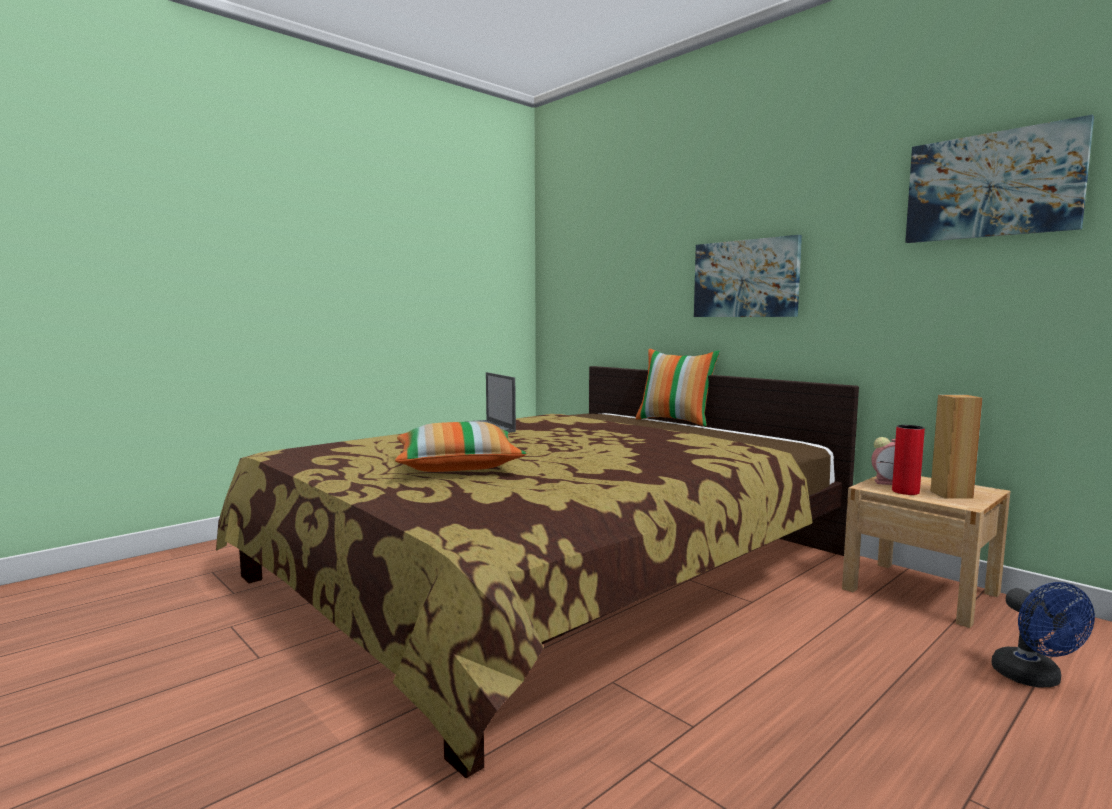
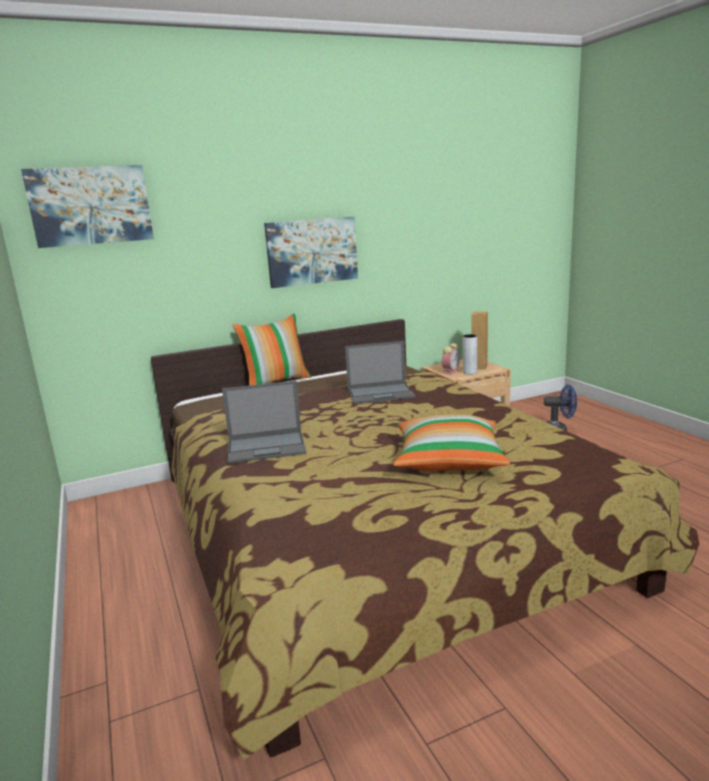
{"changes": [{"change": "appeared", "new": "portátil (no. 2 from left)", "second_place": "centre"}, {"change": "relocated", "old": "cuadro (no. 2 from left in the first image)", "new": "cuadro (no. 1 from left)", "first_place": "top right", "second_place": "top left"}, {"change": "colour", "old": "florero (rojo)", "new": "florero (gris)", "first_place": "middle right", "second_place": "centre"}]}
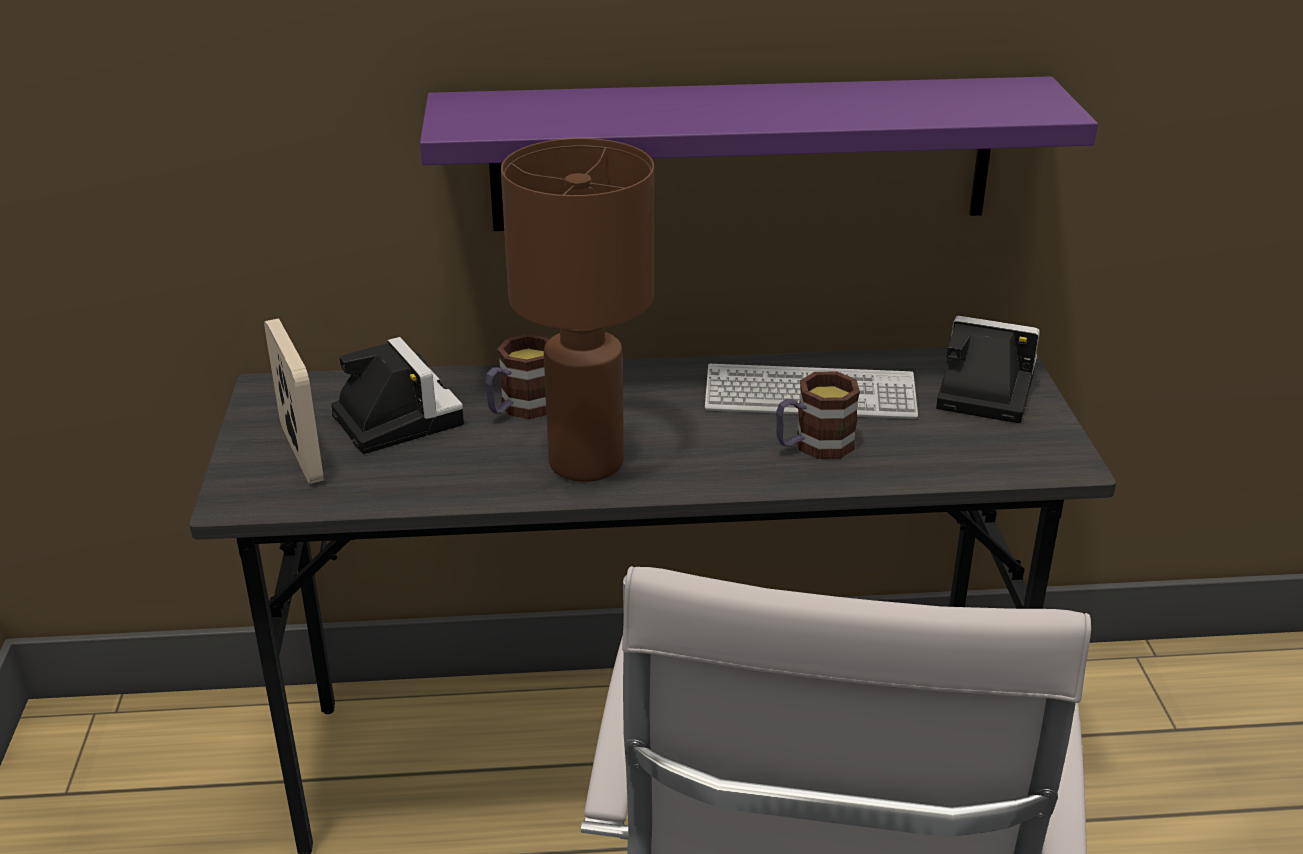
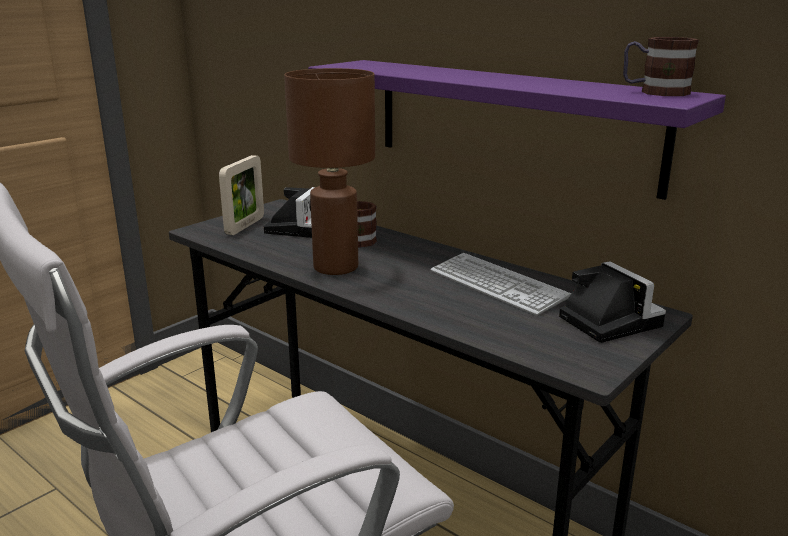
{"changes": [{"change": "relocated", "old": "taza grande (no. 2 from left)", "first_place": "centre", "second_place": "top right"}]}
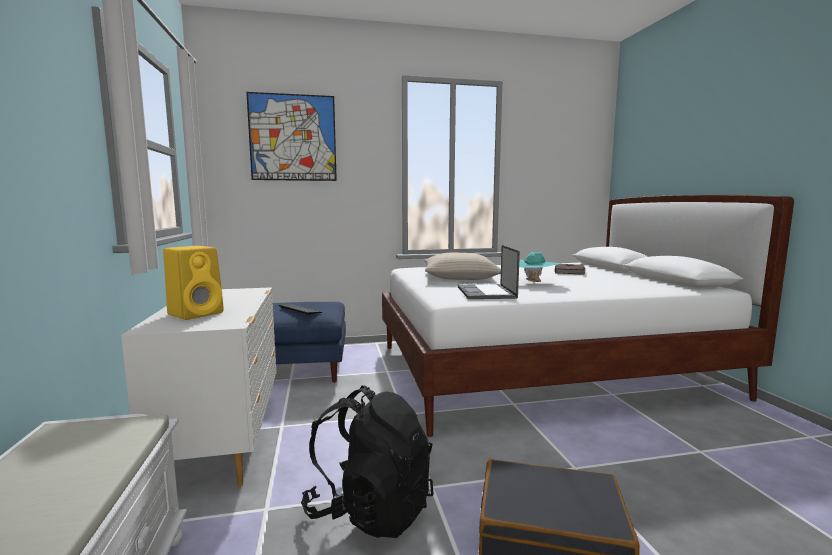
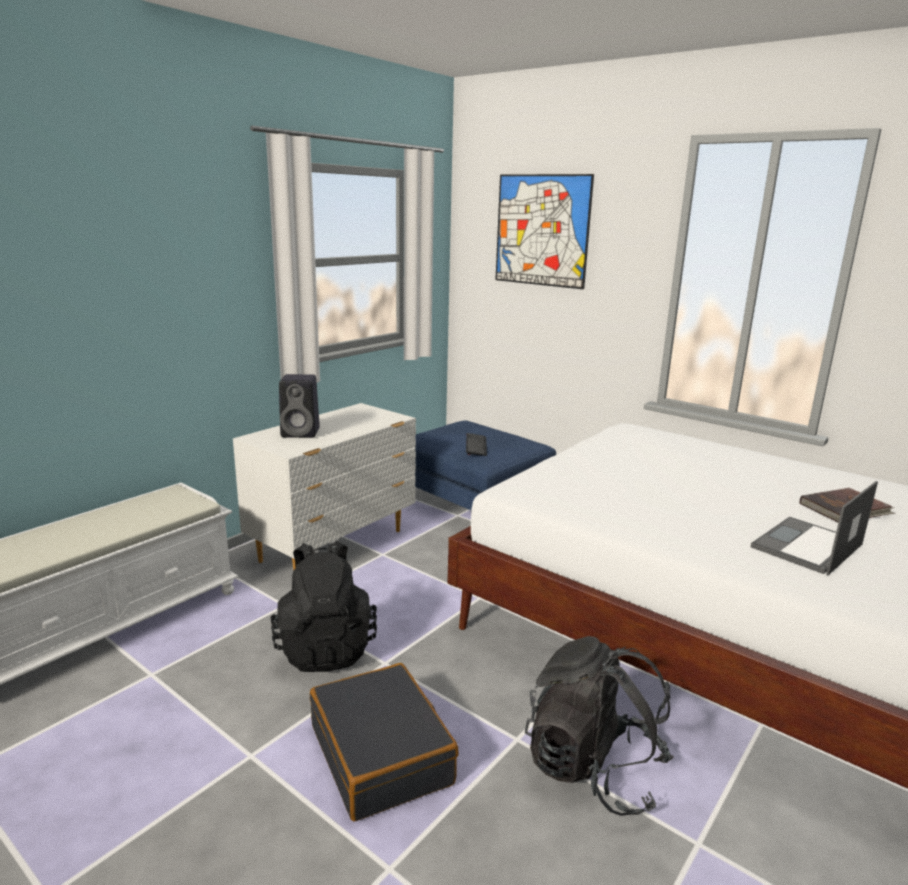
{"changes": [{"change": "missing", "old": "cojín (beis)", "first_place": "centre"}, {"change": "missing", "old": "sombrero (turquesa)", "first_place": "centre"}, {"change": "appeared", "new": "mochila (negro) (no. 2 from left)", "second_place": "bottom centre"}, {"change": "relocated", "old": "portátil", "first_place": "centre", "second_place": "middle right"}, {"change": "colour", "old": "altavoz (amarillo)", "new": "altavoz (negro)", "first_place": "middle left", "second_place": "middle left"}]}
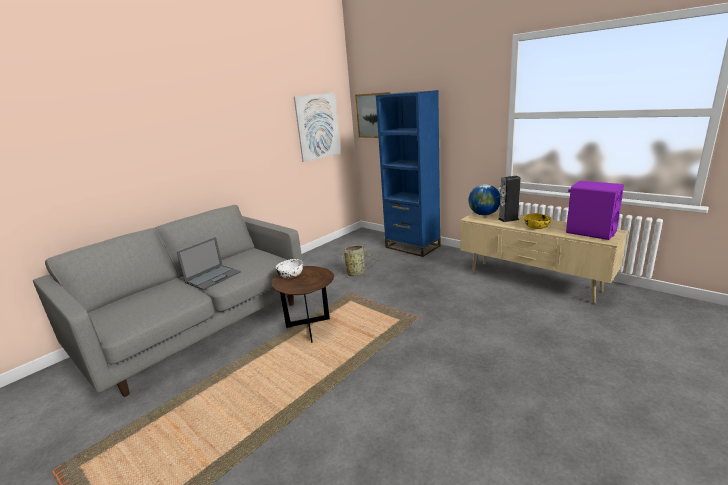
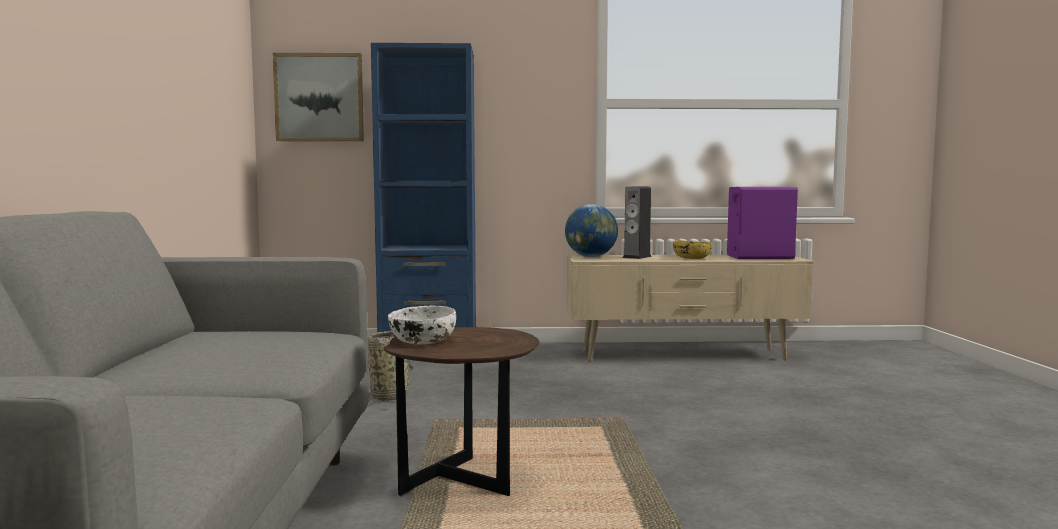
{"changes": [{"change": "missing", "old": "portátil", "first_place": "middle left"}, {"change": "missing", "old": "cuadro (no. 1 from left)", "first_place": "top centre"}]}
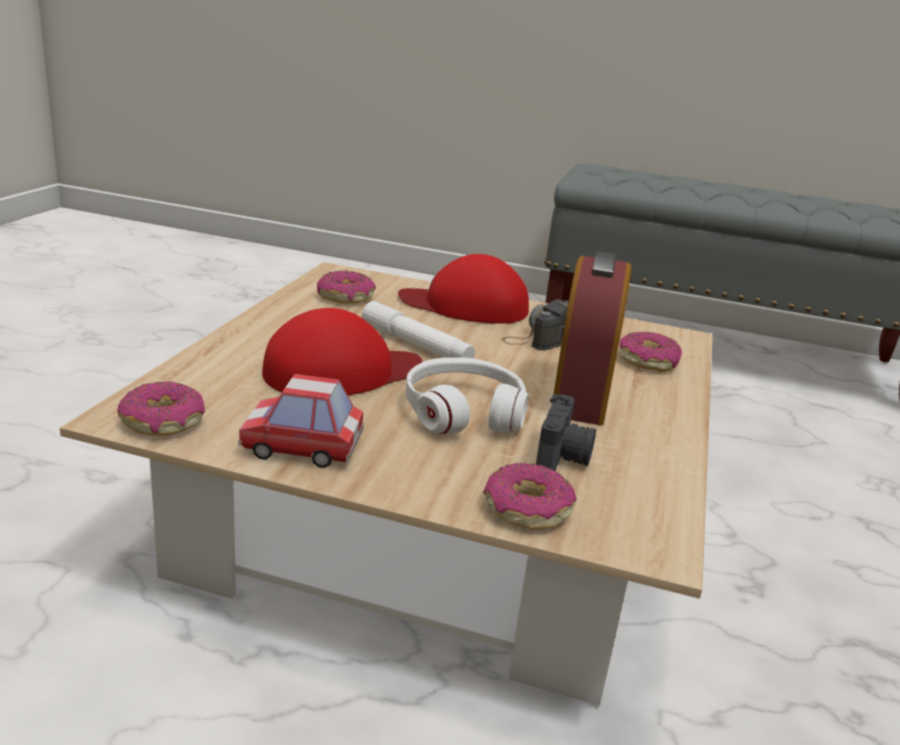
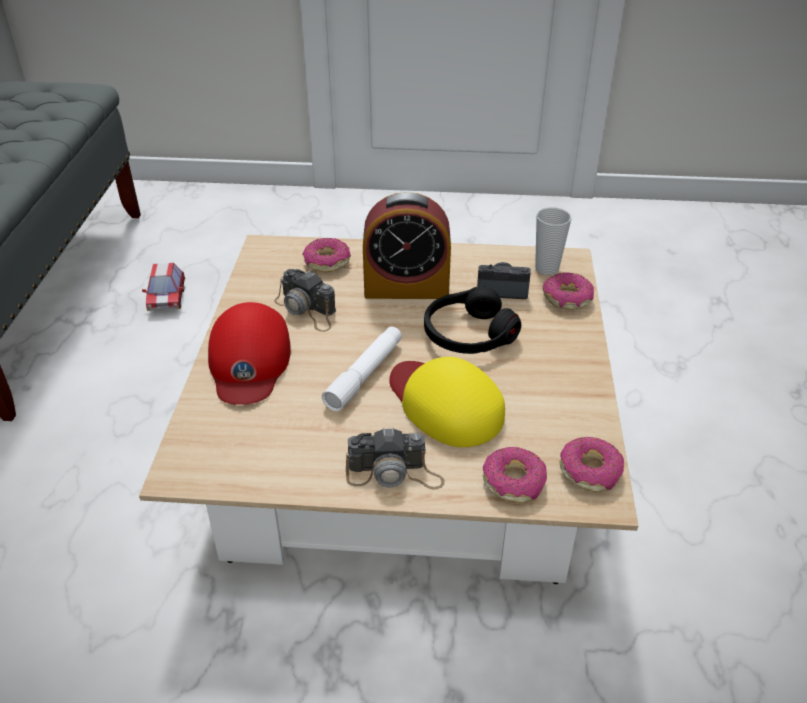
{"changes": [{"change": "appeared", "new": "cámara (no. 2 from left)", "second_place": "centre"}, {"change": "appeared", "new": "taza", "second_place": "middle right"}, {"change": "relocated", "old": "coche de juguete", "first_place": "centre", "second_place": "middle left"}, {"change": "relocated", "old": "rosquilla (no. 2 from left)", "first_place": "centre", "second_place": "bottom centre"}, {"change": "colour", "old": "gorra (rojo) (no. 1 from left)", "new": "gorra (amarillo)", "first_place": "centre", "second_place": "centre"}, {"change": "colour", "old": "auriculares (blanco)", "new": "auriculares (negro)", "first_place": "centre", "second_place": "centre"}]}
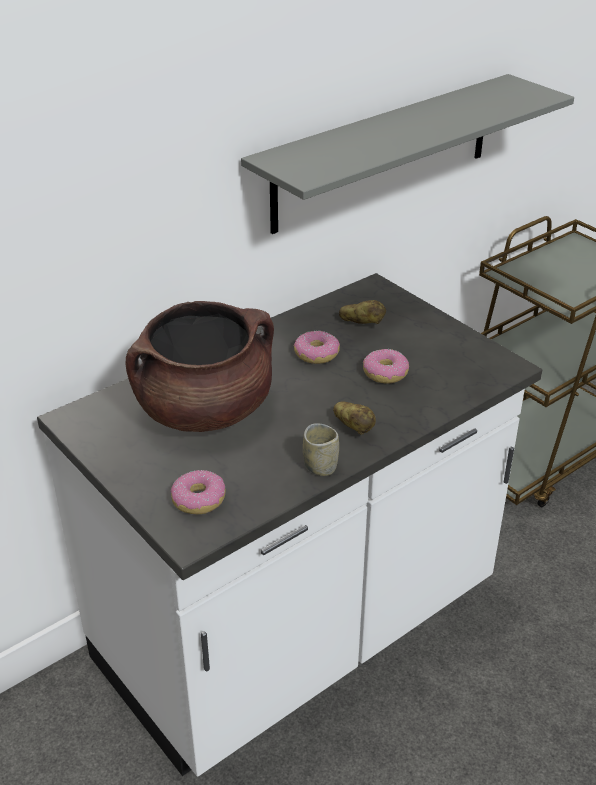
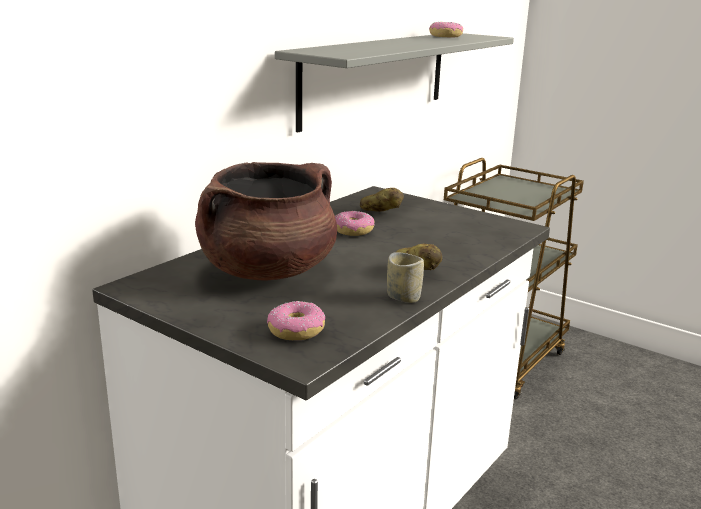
{"changes": [{"change": "relocated", "old": "rosquilla (no. 3 from left)", "first_place": "centre", "second_place": "top centre"}]}
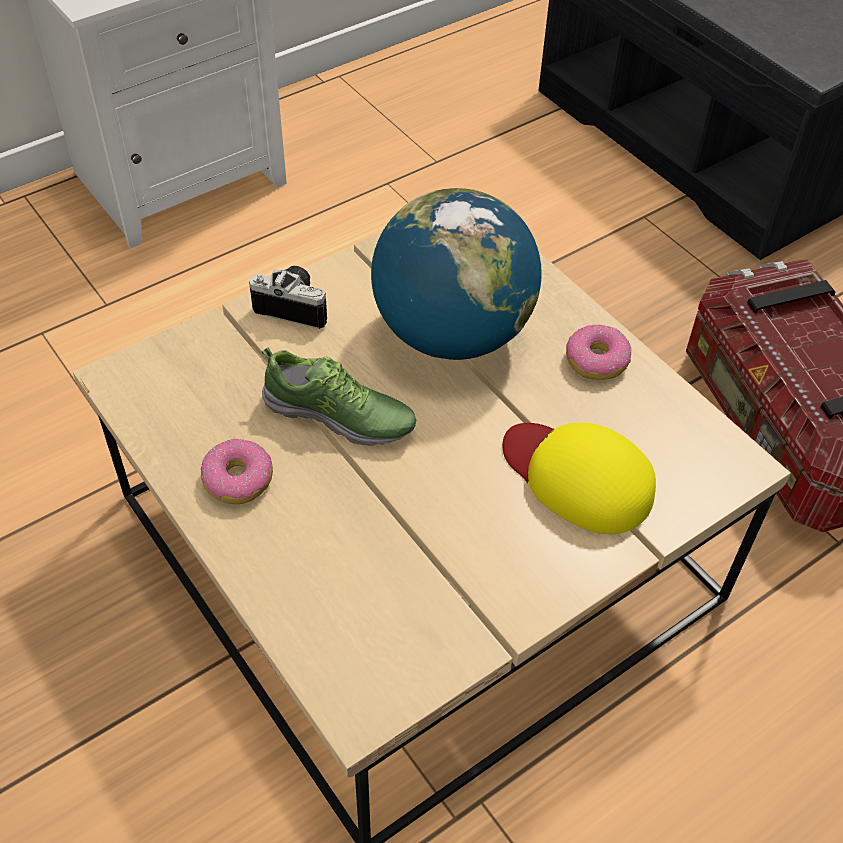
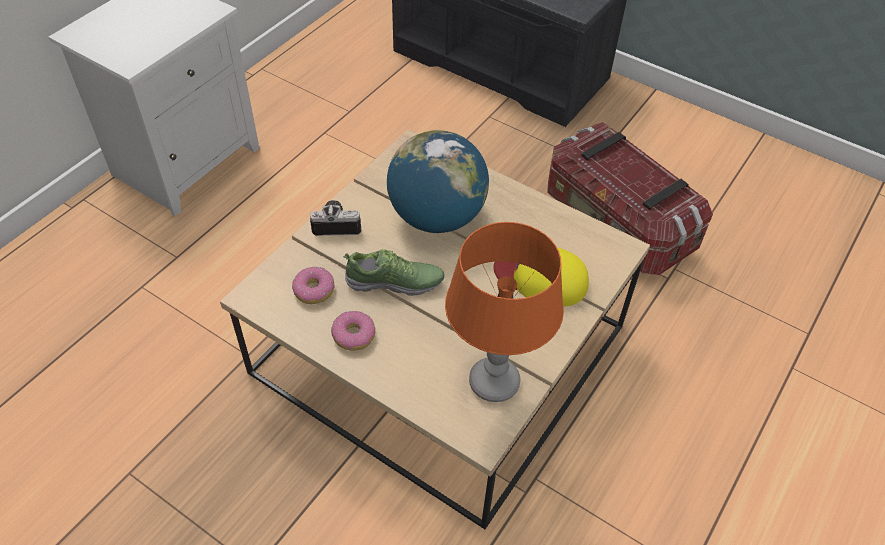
{"changes": [{"change": "appeared", "new": "lámpara de mesa (naranja)", "second_place": "centre"}, {"change": "relocated", "old": "rosquilla (no. 2 from left in the first image)", "new": "rosquilla (no. 1 from left)", "first_place": "middle right", "second_place": "centre"}]}
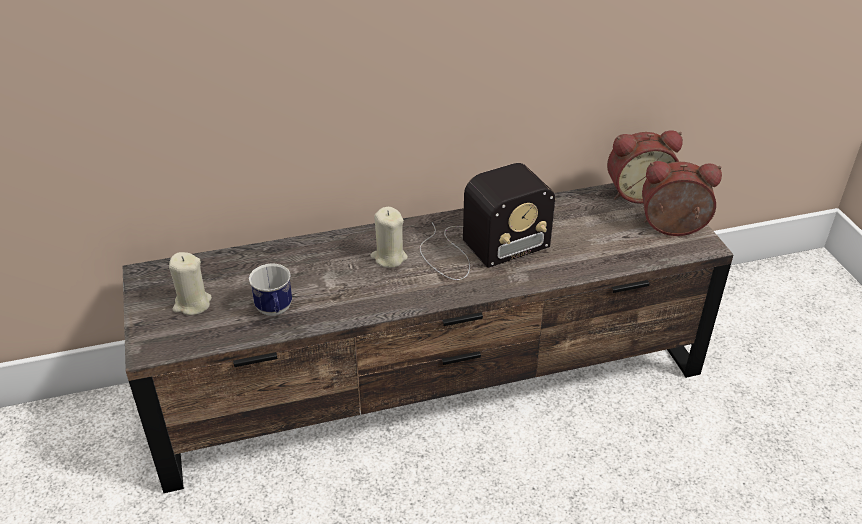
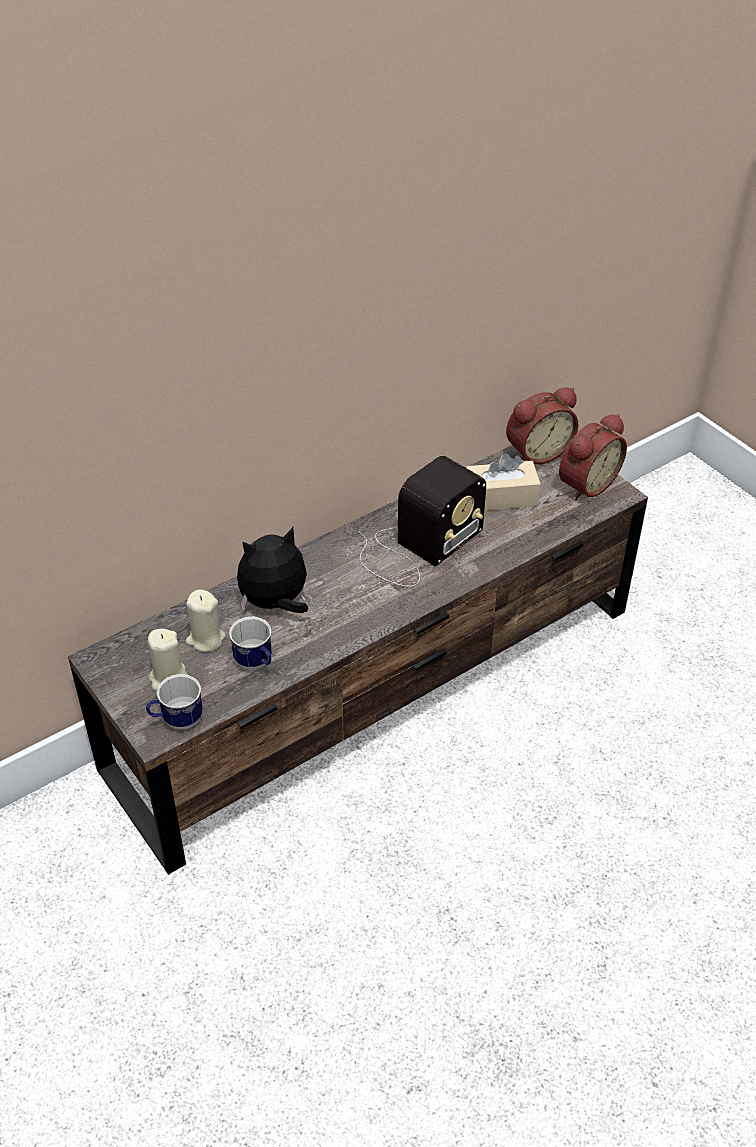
{"changes": [{"change": "appeared", "new": "taza grande (no. 1 from left)", "second_place": "middle left"}, {"change": "appeared", "new": "peluche", "second_place": "centre"}, {"change": "appeared", "new": "caja de pañuelos (beis)", "second_place": "centre"}, {"change": "relocated", "old": "vela (beis) (no. 2 from left)", "first_place": "centre", "second_place": "middle left"}, {"change": "spun", "old": "despertador (no. 2 from left)", "first_place": "middle right", "second_place": "middle right", "degrees": 150}]}
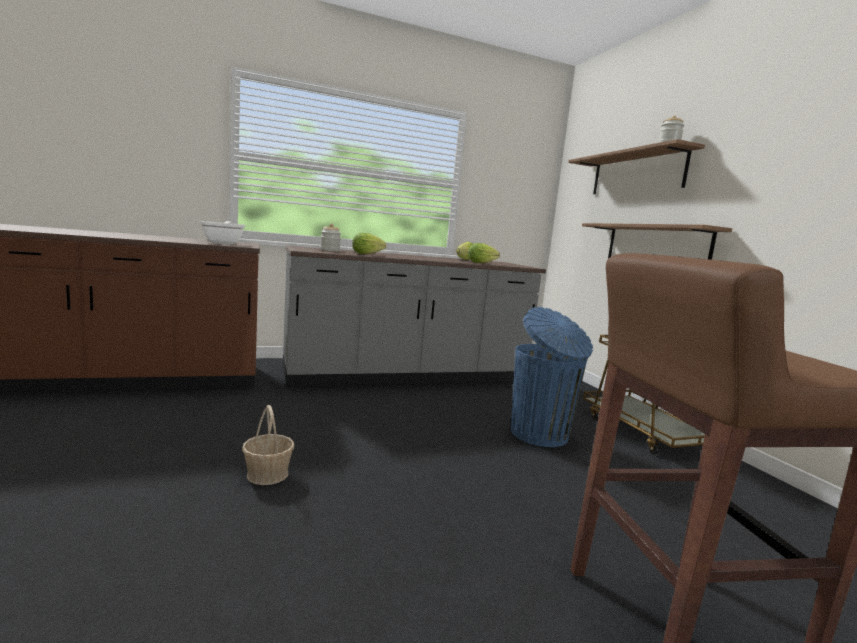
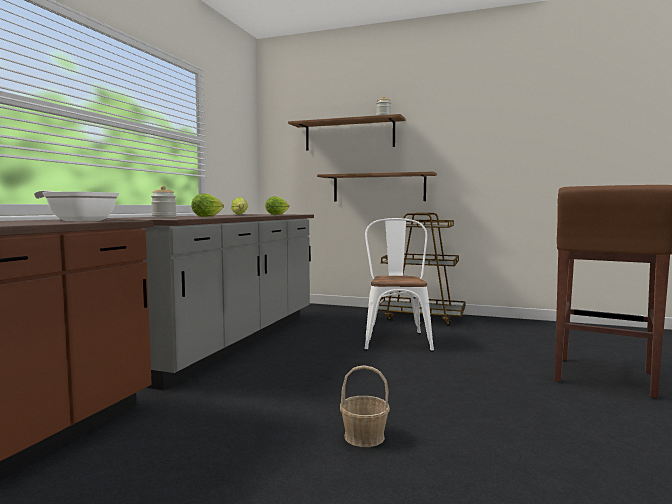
{"changes": [{"change": "exchanged", "old": "papelera (azul)", "new": "silla (blanco)", "first_place": "centre", "second_place": "centre"}]}
